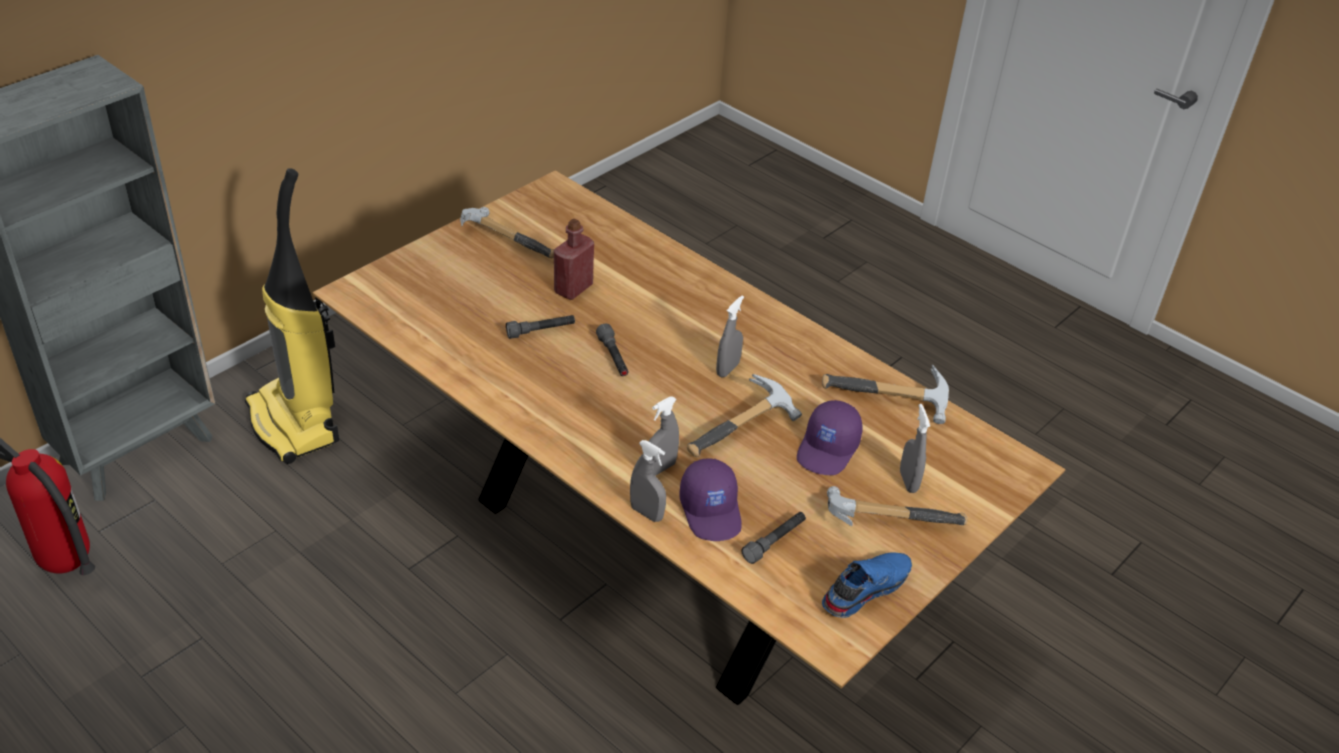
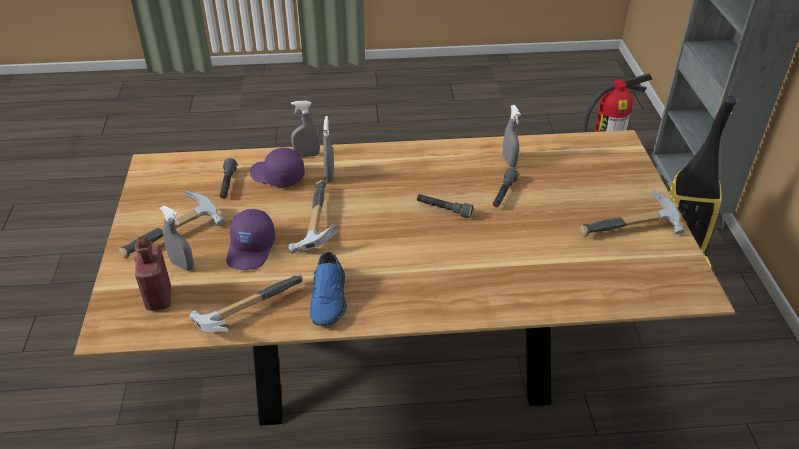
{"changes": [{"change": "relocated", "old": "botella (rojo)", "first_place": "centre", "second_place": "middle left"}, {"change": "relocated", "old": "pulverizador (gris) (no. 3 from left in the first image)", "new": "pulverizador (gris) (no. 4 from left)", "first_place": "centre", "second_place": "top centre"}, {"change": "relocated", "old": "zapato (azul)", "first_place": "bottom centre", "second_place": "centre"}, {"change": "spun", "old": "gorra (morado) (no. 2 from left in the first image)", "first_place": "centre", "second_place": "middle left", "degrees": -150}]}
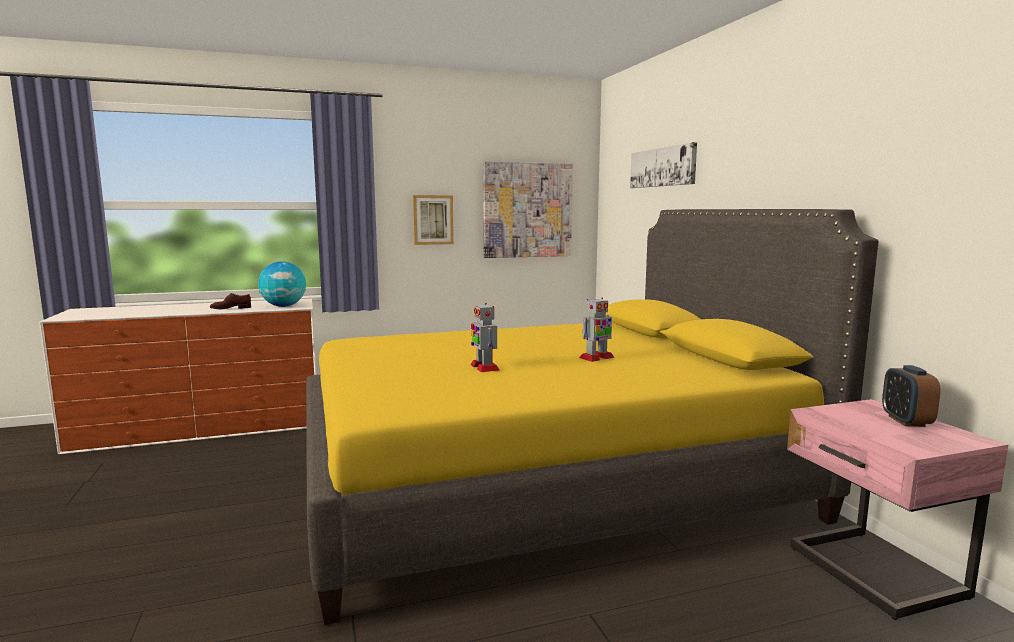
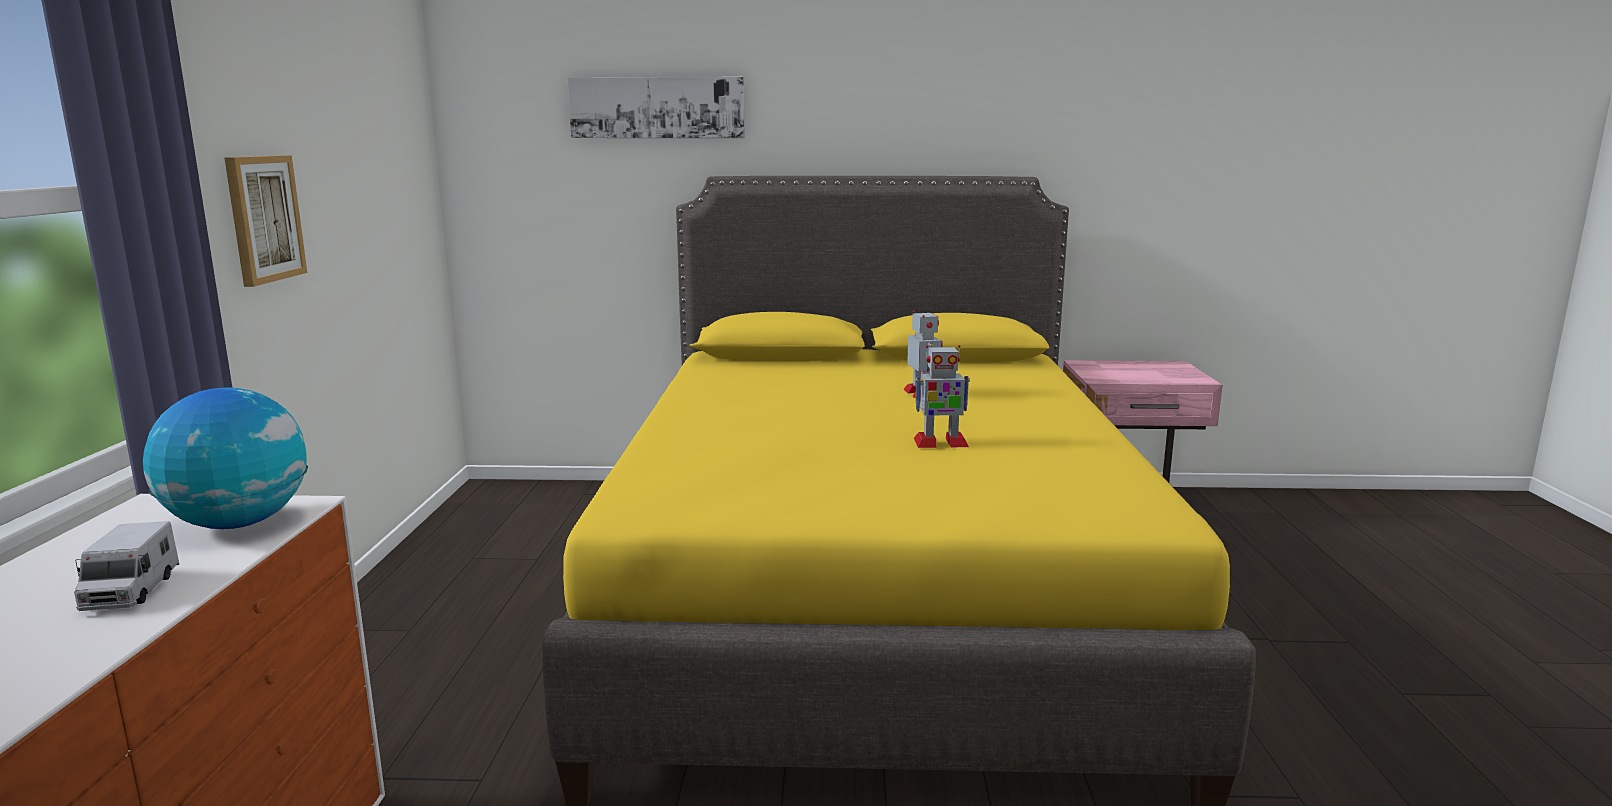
{"changes": [{"change": "missing", "old": "cuadro (no. 2 from left)", "first_place": "top centre"}, {"change": "missing", "old": "despertador", "first_place": "middle right"}, {"change": "exchanged", "old": "zapato (marrón)", "new": "camión de juguete", "first_place": "middle left", "second_place": "bottom left"}]}
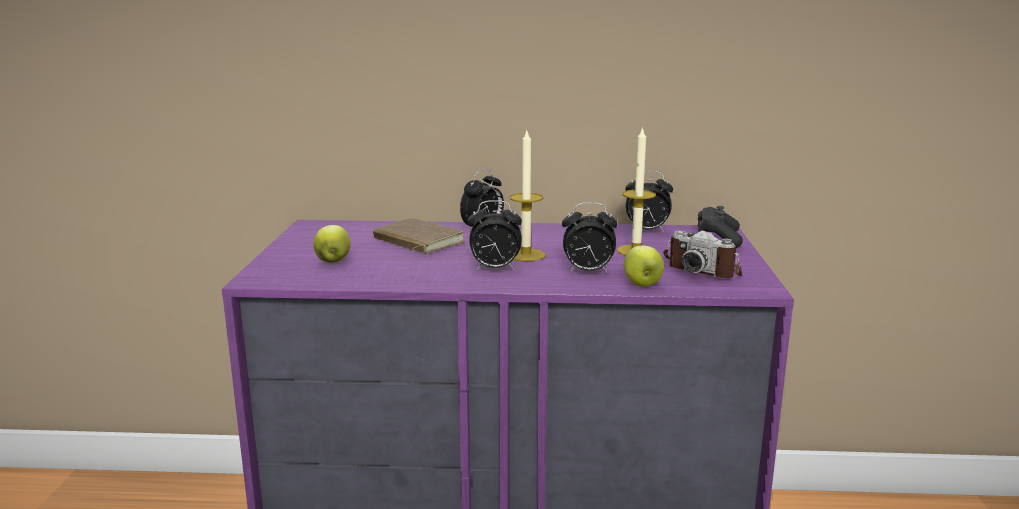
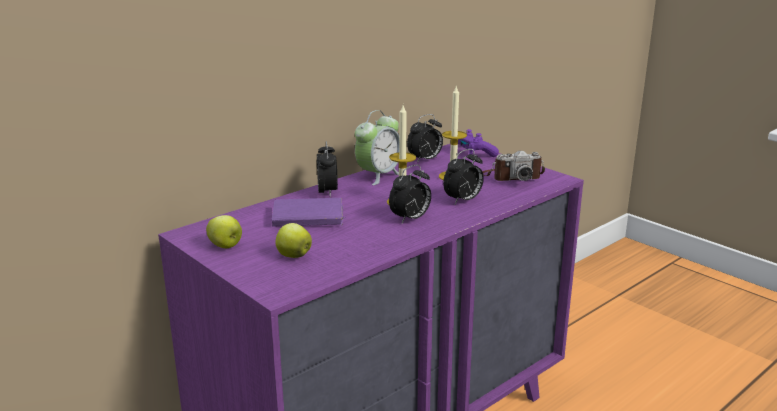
{"changes": [{"change": "appeared", "new": "despertador (no. 2 from left)", "second_place": "centre"}, {"change": "relocated", "old": "manzana (no. 2 from left in the first image)", "new": "manzana (no. 1 from left)", "first_place": "centre", "second_place": "middle left"}, {"change": "colour", "old": "libro (marrón)", "new": "libro (morado)", "first_place": "centre", "second_place": "centre"}, {"change": "colour", "old": "mando de consola (negro)", "new": "mando de consola (morado)", "first_place": "middle right", "second_place": "centre"}]}
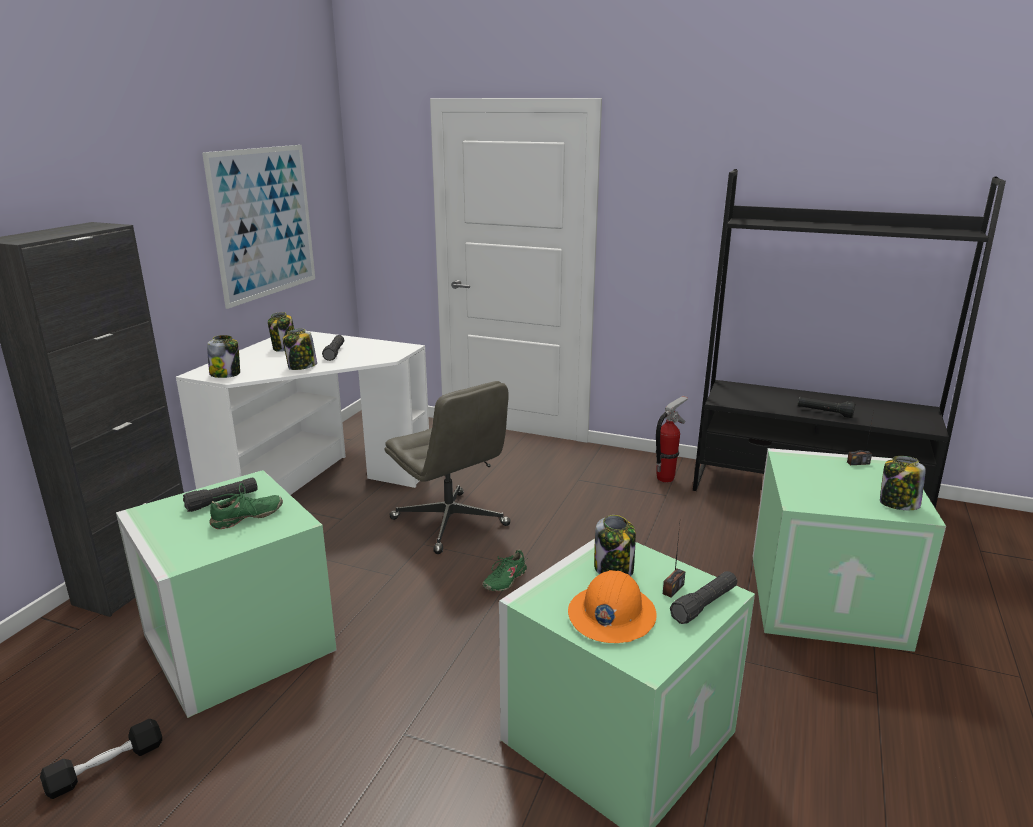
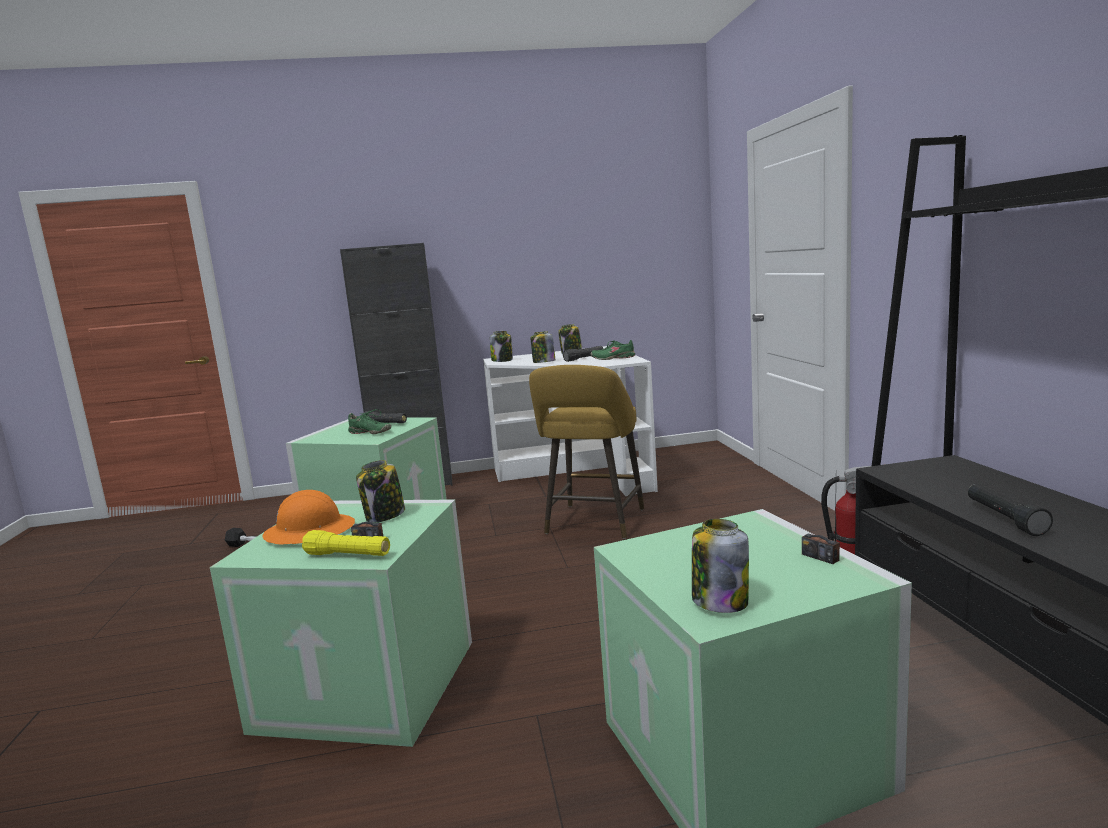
{"changes": [{"change": "missing", "old": "cuadro", "first_place": "top left"}, {"change": "relocated", "old": "zapato (verde) (no. 2 from left)", "first_place": "bottom centre", "second_place": "centre"}, {"change": "exchanged", "old": "silla de oficina (gris)", "new": "taburete (amarillo)", "first_place": "centre", "second_place": "centre"}, {"change": "colour", "old": "linterna (negro) (no. 3 from left)", "new": "linterna (amarillo)", "first_place": "bottom right", "second_place": "middle left"}]}
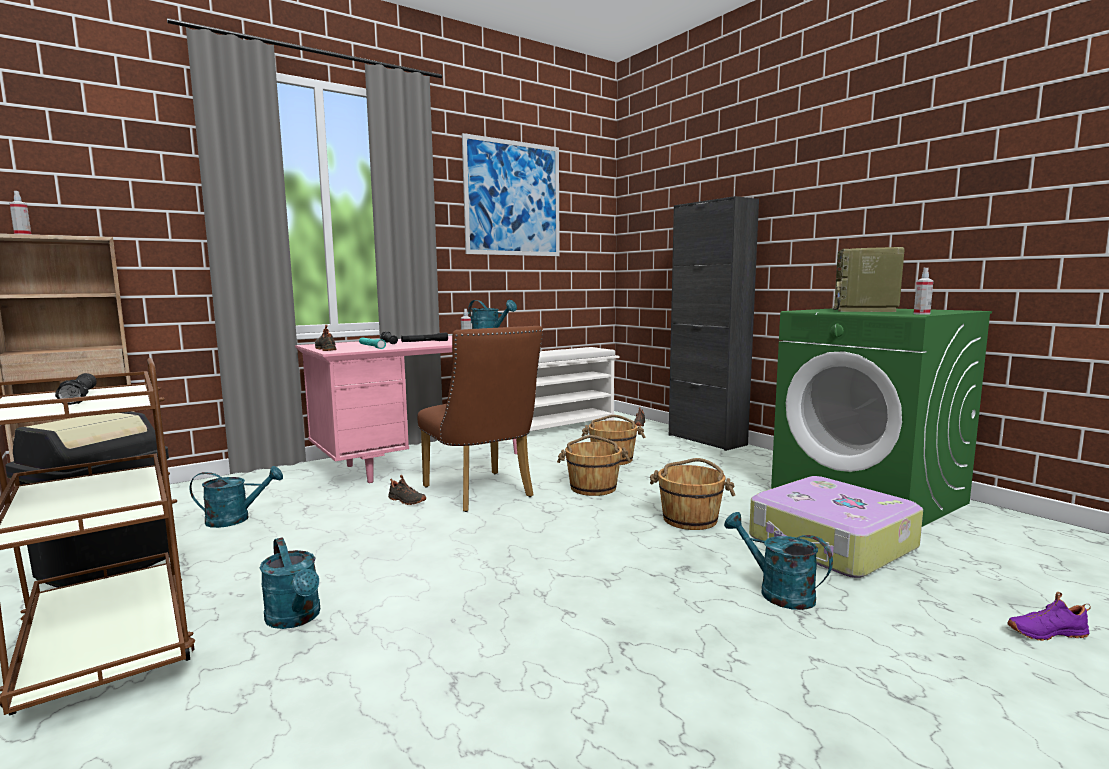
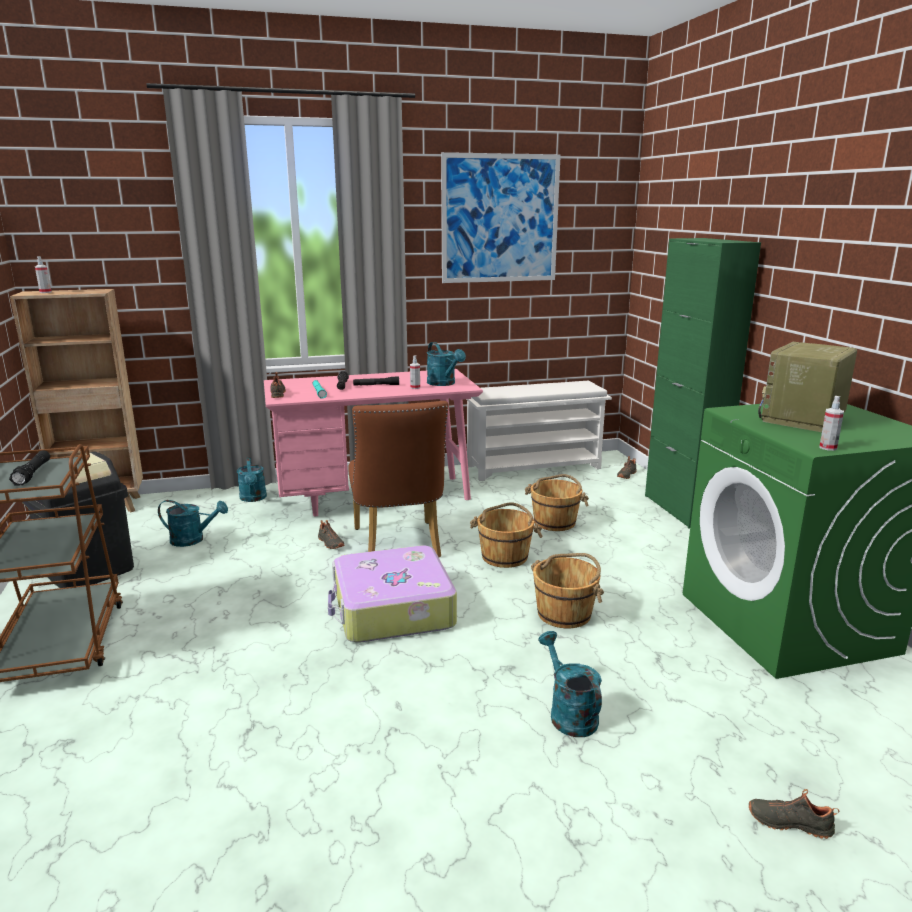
{"changes": [{"change": "relocated", "old": "regadera (turquesa) (no. 2 from left)", "first_place": "bottom left", "second_place": "middle left"}, {"change": "relocated", "old": "maleta", "first_place": "bottom right", "second_place": "centre"}, {"change": "colour", "old": "armario (negro)", "new": "armario (verde)", "first_place": "centre", "second_place": "middle right"}, {"change": "colour", "old": "zapato (morado)", "new": "zapato (negro) (no. 4 from left)", "first_place": "bottom right", "second_place": "bottom right"}]}
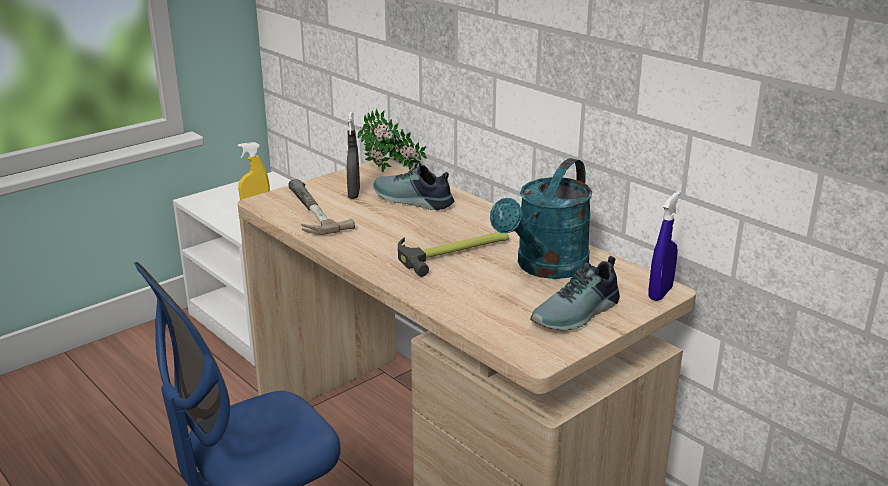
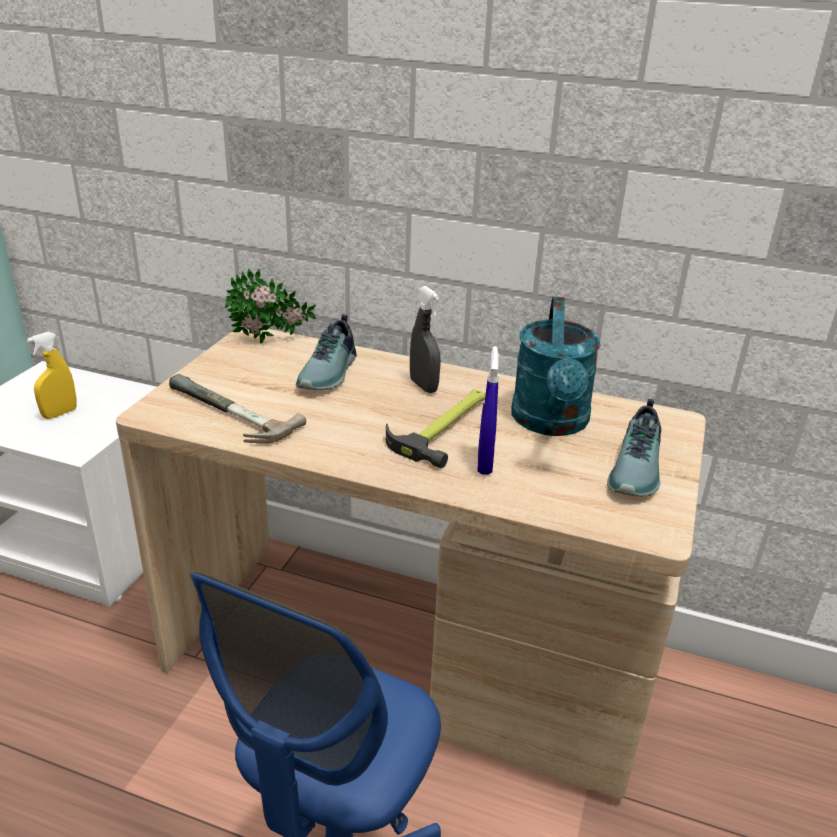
{"changes": [{"change": "relocated", "old": "pulverizador (gris)", "first_place": "top centre", "second_place": "centre"}, {"change": "relocated", "old": "pulverizador (azul)", "first_place": "middle right", "second_place": "centre"}, {"change": "spun", "old": "zapato (no. 1 from left)", "first_place": "centre", "second_place": "centre", "degrees": -75}]}
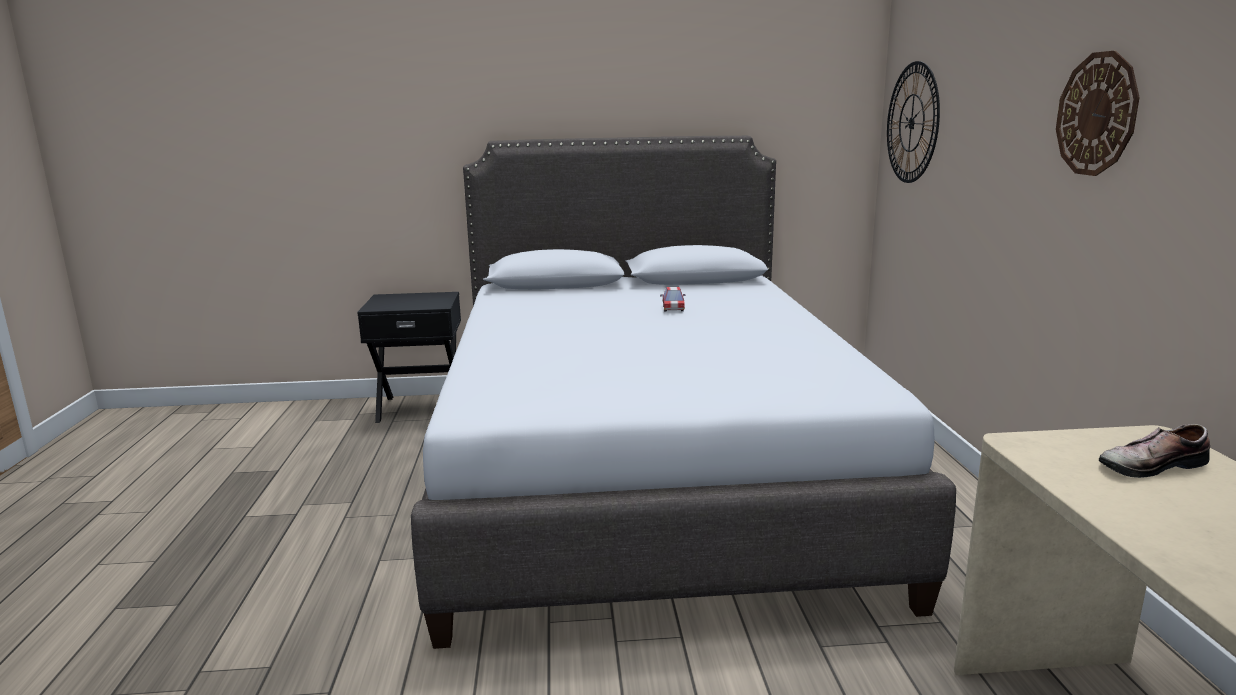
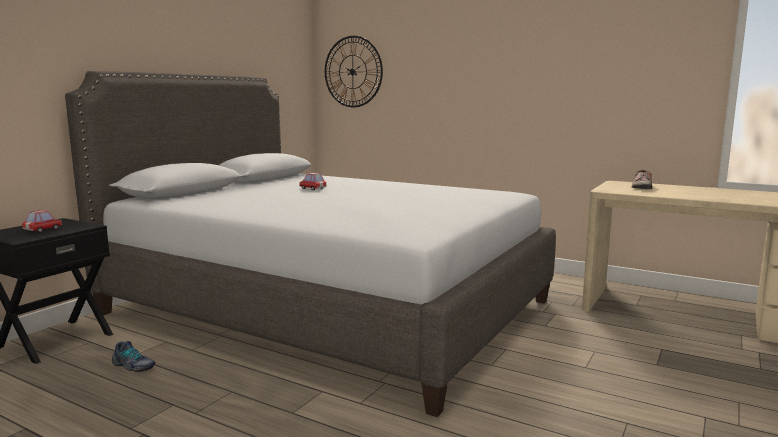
{"changes": [{"change": "missing", "old": "reloj de pared (no. 2 from left)", "first_place": "top right"}, {"change": "appeared", "new": "coche de juguete (no. 1 from left)", "second_place": "middle left"}, {"change": "appeared", "new": "zapato (no. 1 from left)", "second_place": "bottom left"}]}
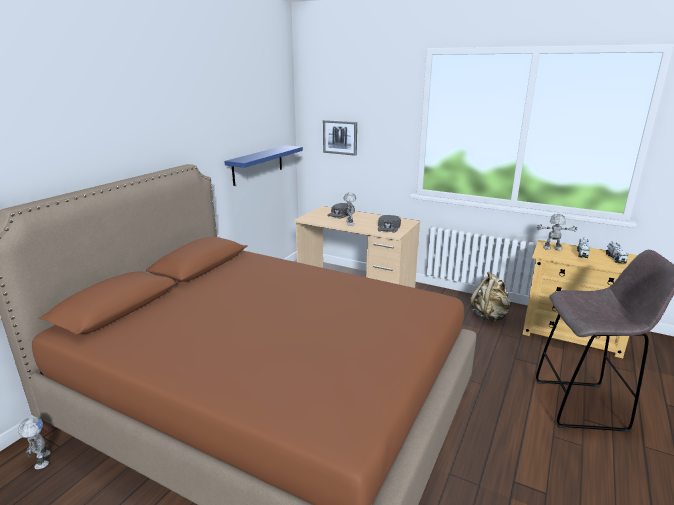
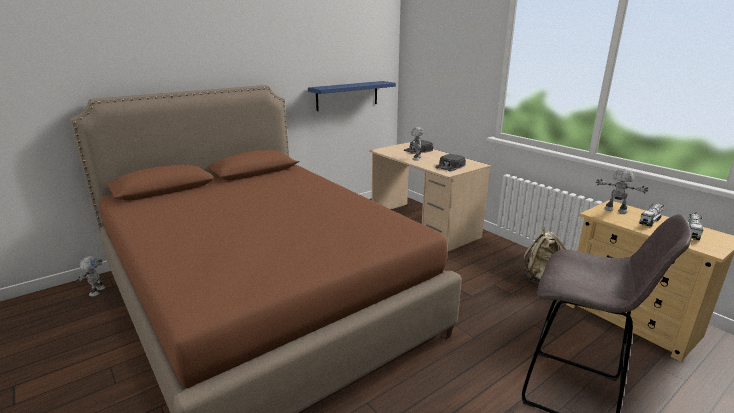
{"changes": [{"change": "missing", "old": "cuadro", "first_place": "top centre"}]}
